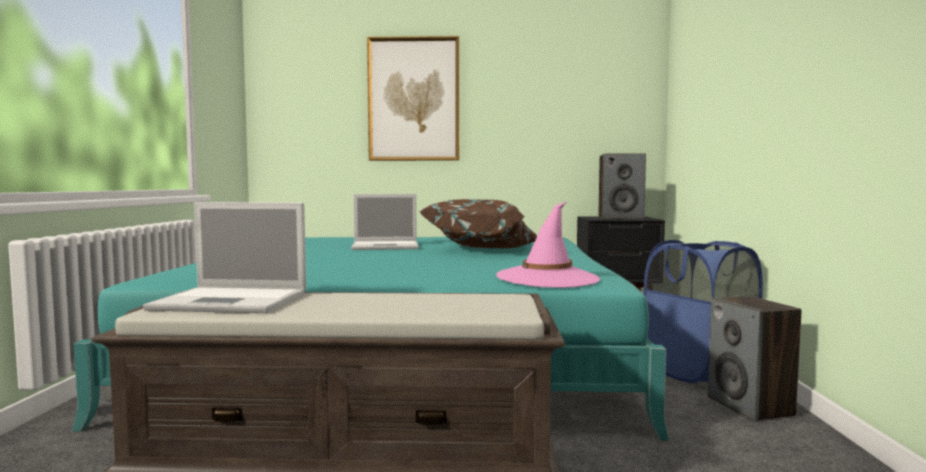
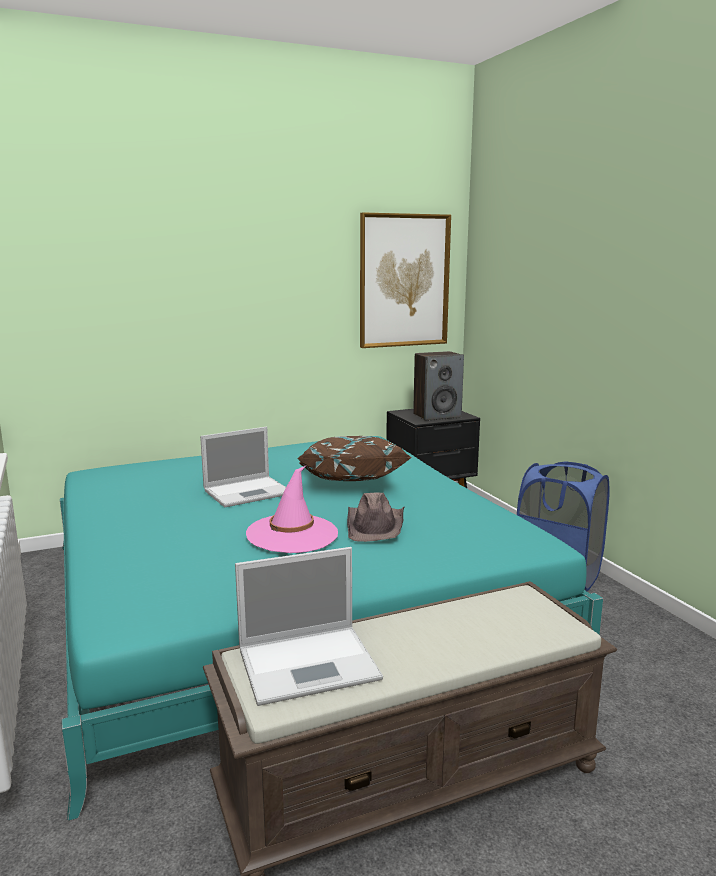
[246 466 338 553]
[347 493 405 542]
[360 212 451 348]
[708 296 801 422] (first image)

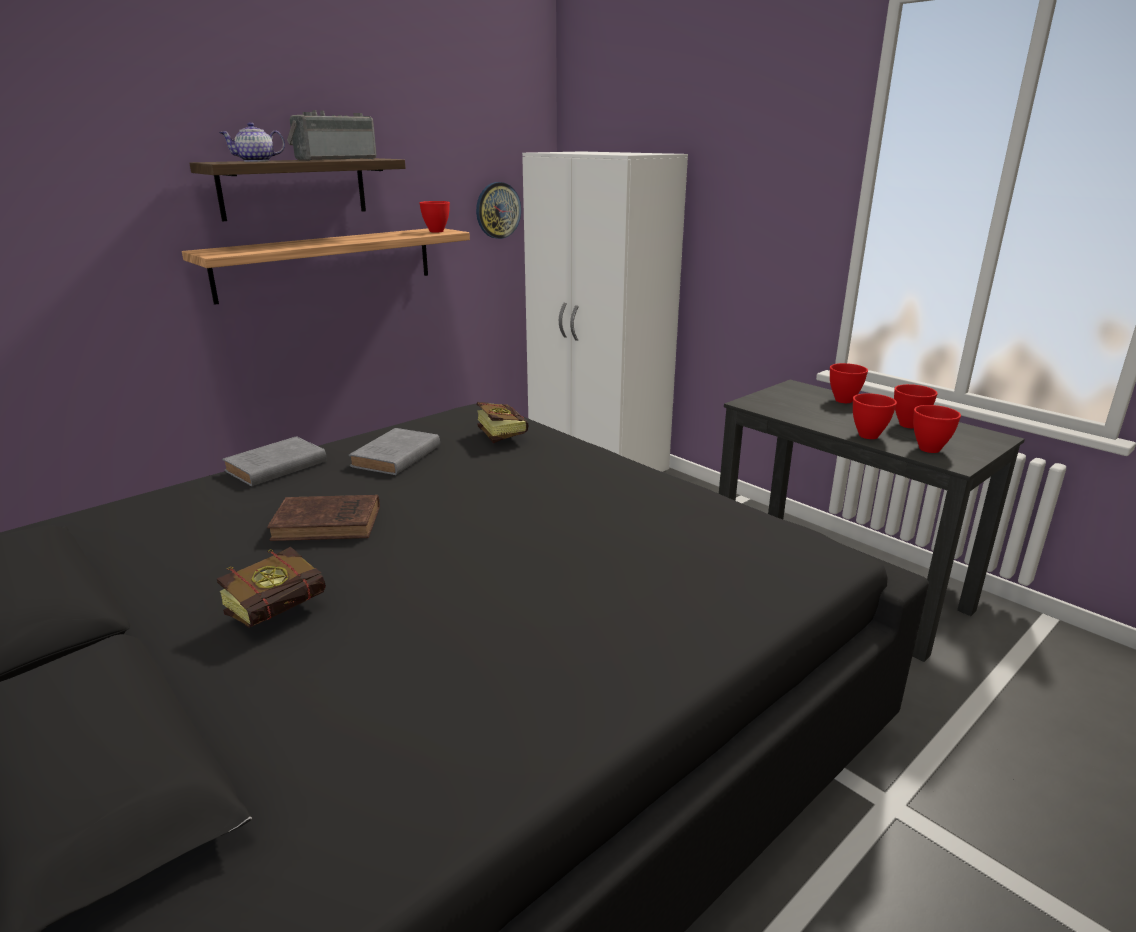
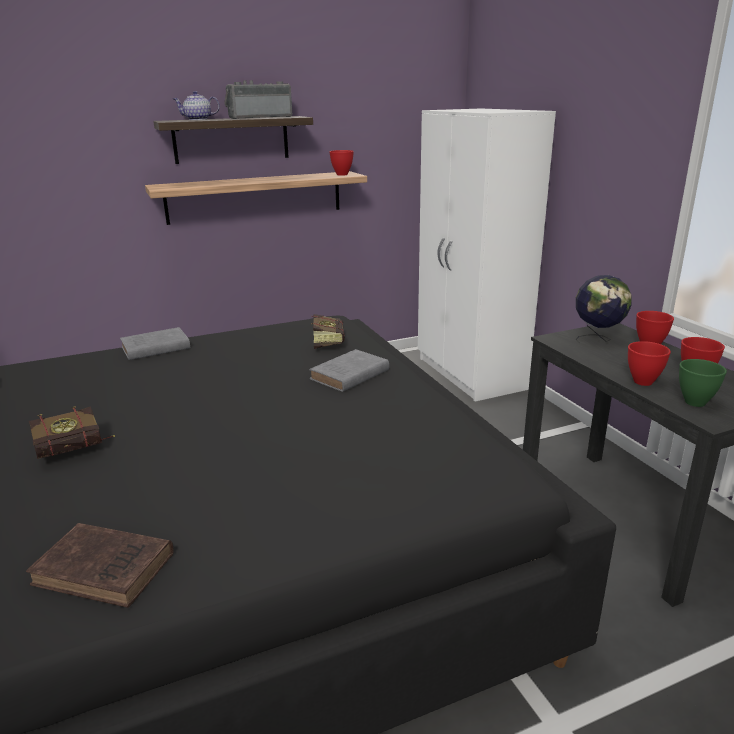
[26 523 174 608]
[309 349 389 392]
[576 275 632 343]
[679 359 727 407]
[476 182 521 239] (first image)

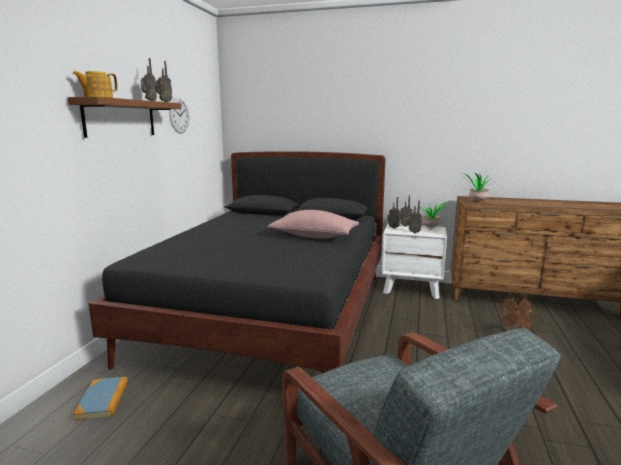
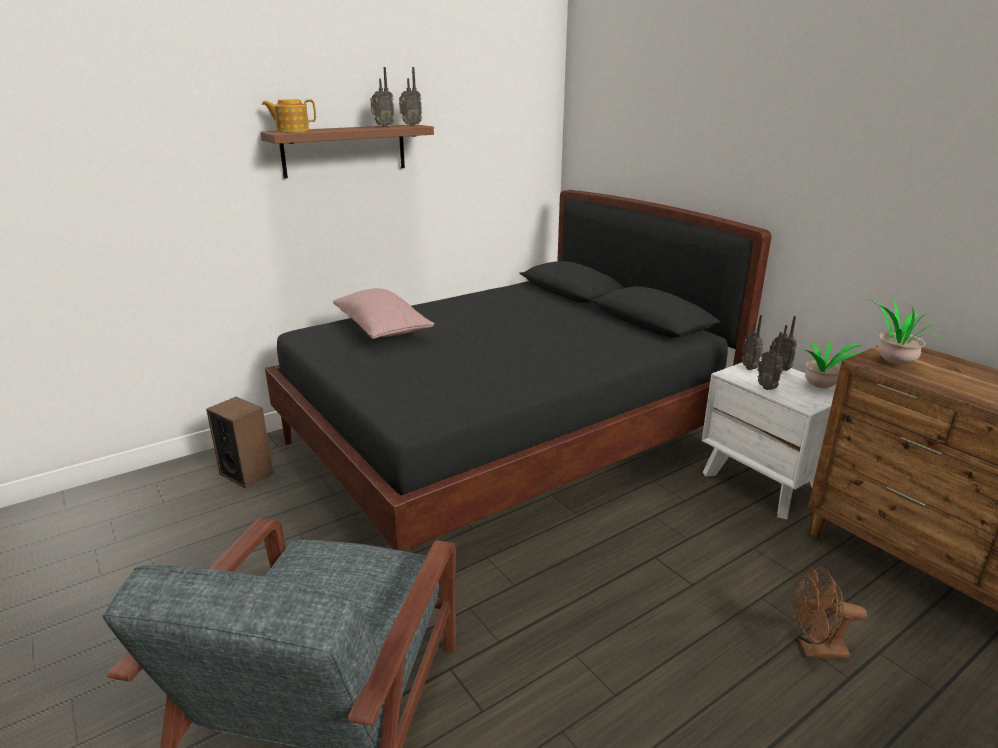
[206 397 273 488]
[333 288 434 339]
[169 98 189 134] (first image)

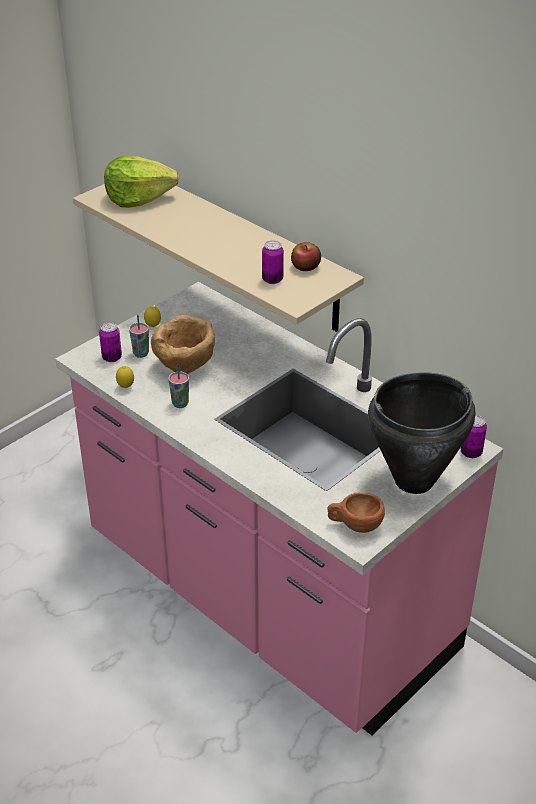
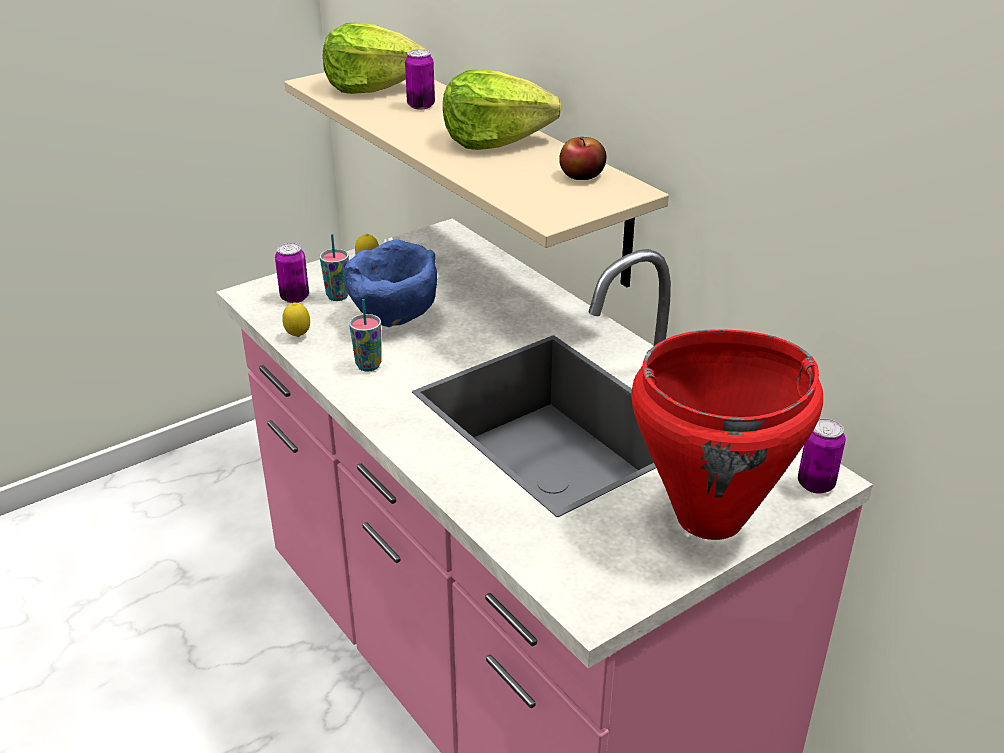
[343 239 437 327]
[405 49 435 110]
[443 69 562 150]
[631 329 823 540]
[327 493 385 533] (first image)

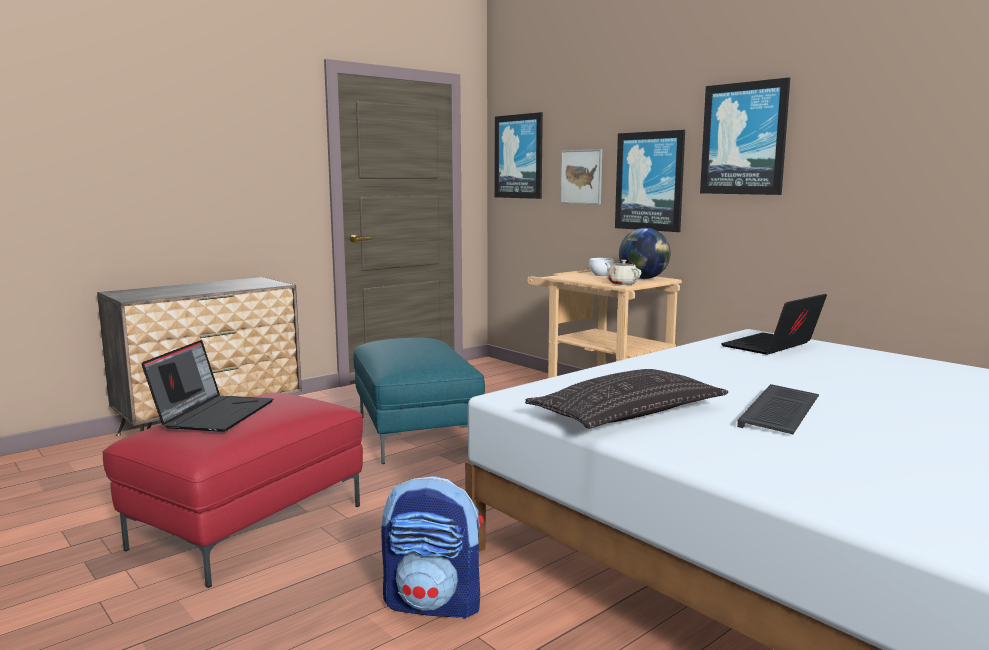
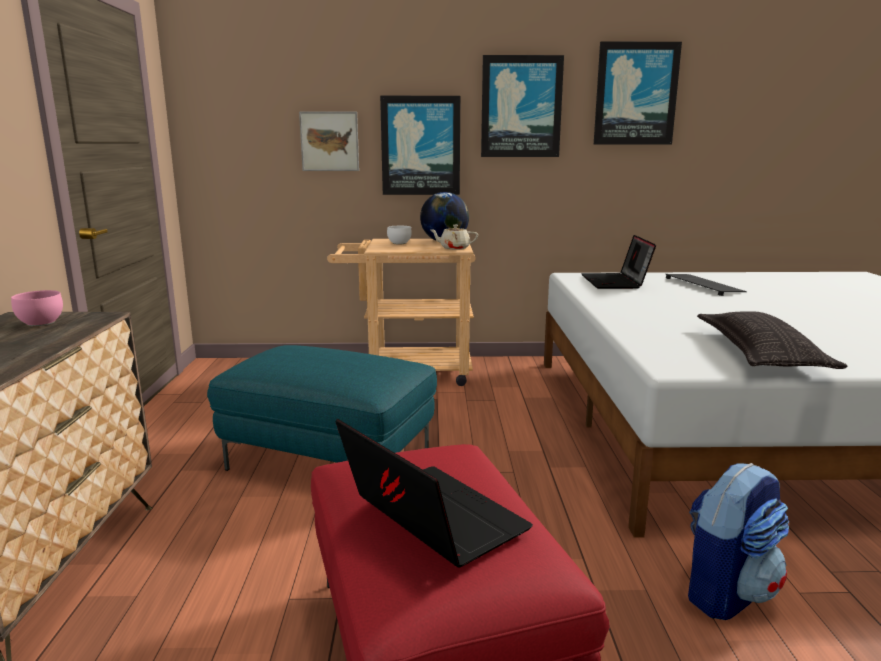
[11 290 63 326]
[594 42 682 144]
[665 274 747 296]

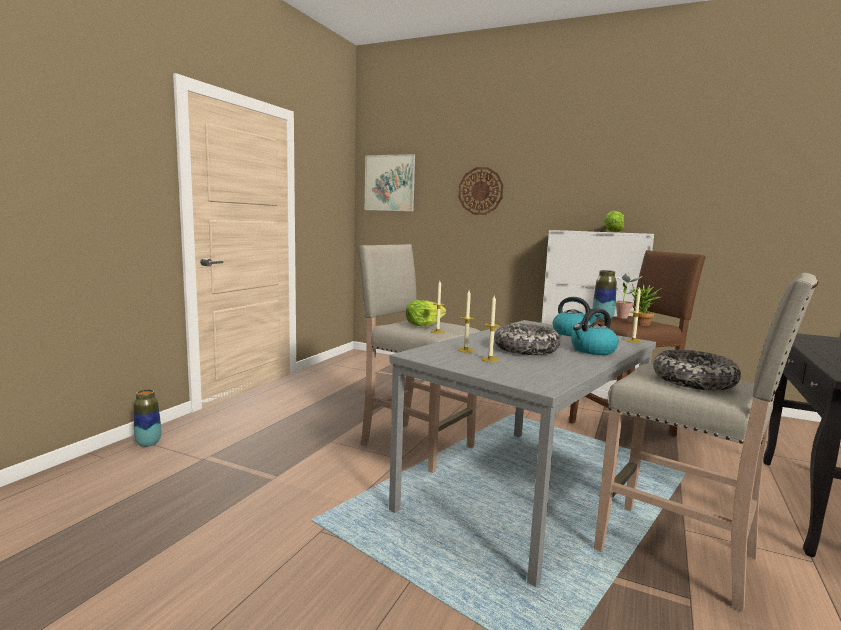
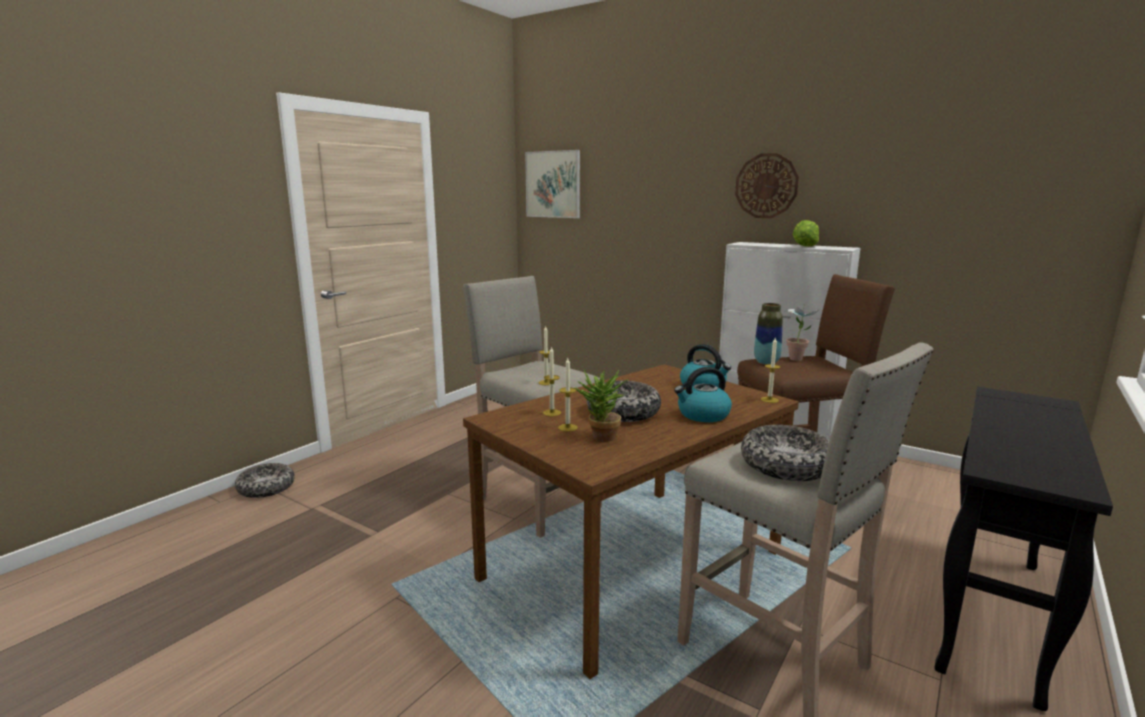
[235 463 295 498]
[463 364 799 679]
[574 370 629 442]
[735 153 799 218]
[406 300 446 326] (first image)

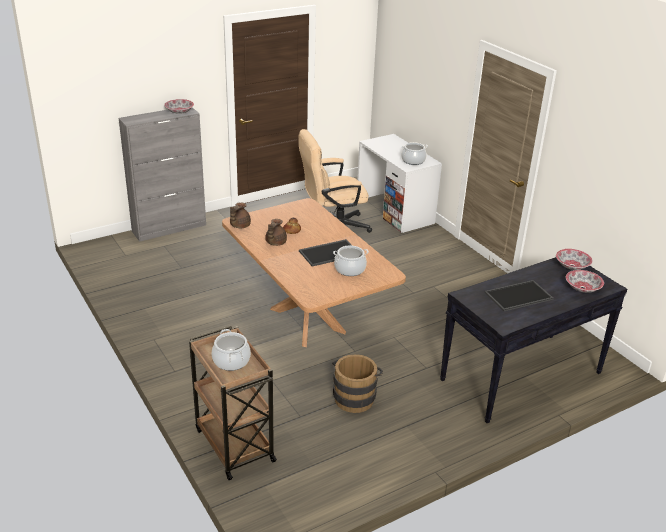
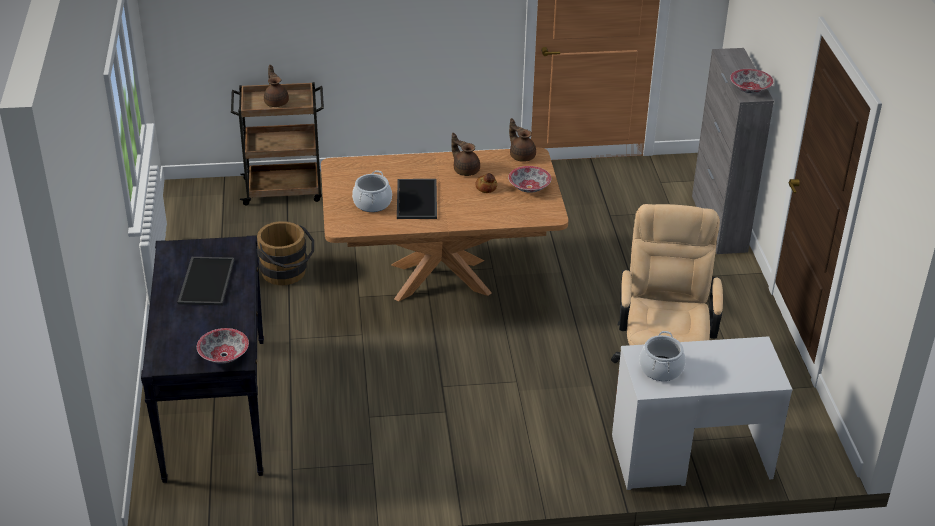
[264 65 289 107]
[508 166 551 193]

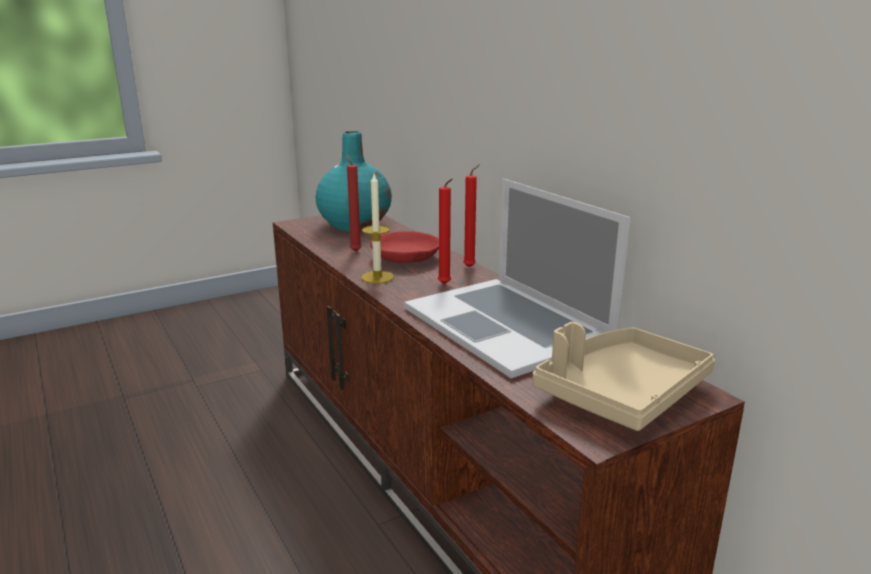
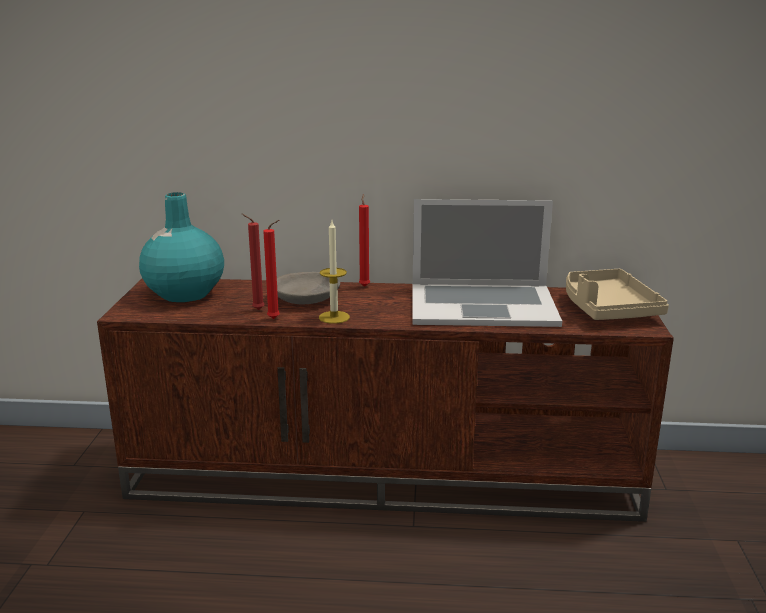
[263 220 280 319]
[277 272 340 304]

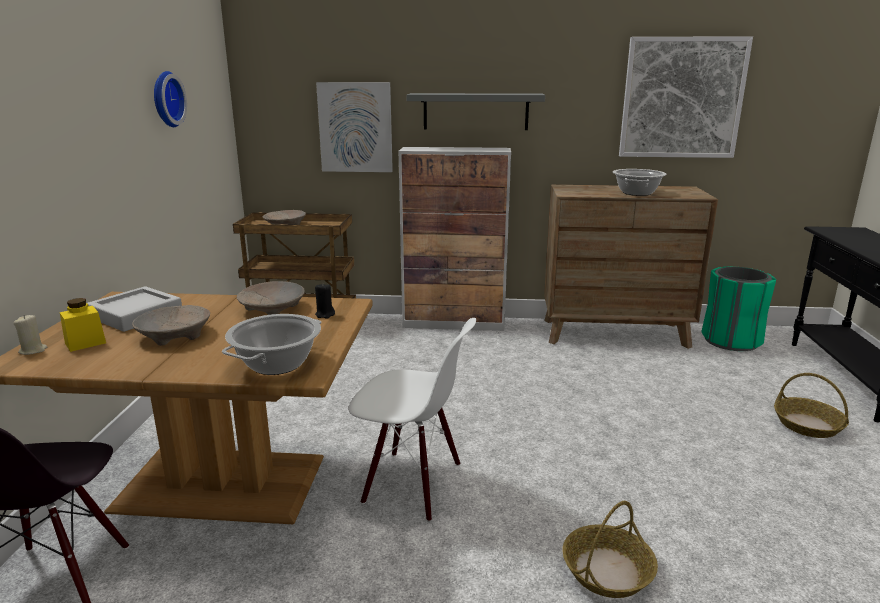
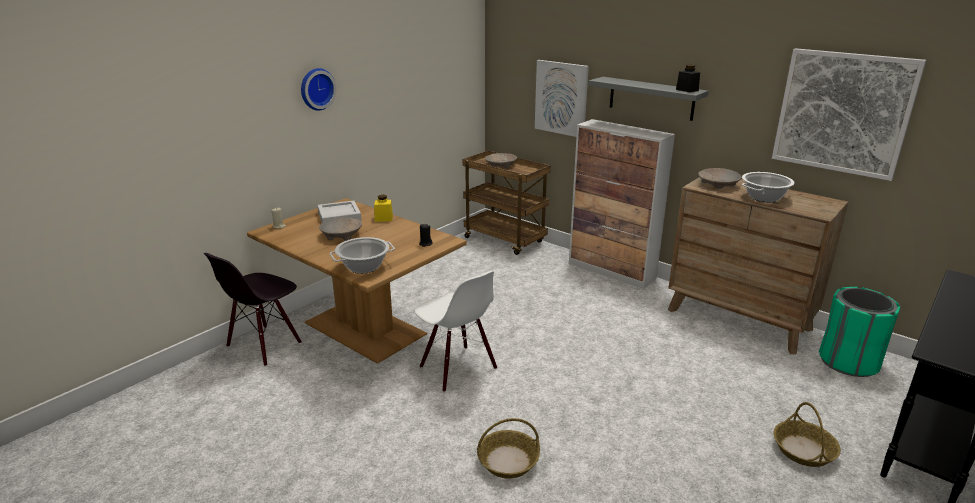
[301 68 336 111]
[374 195 393 222]
[676 65 700 92]
[698 168 741 189]

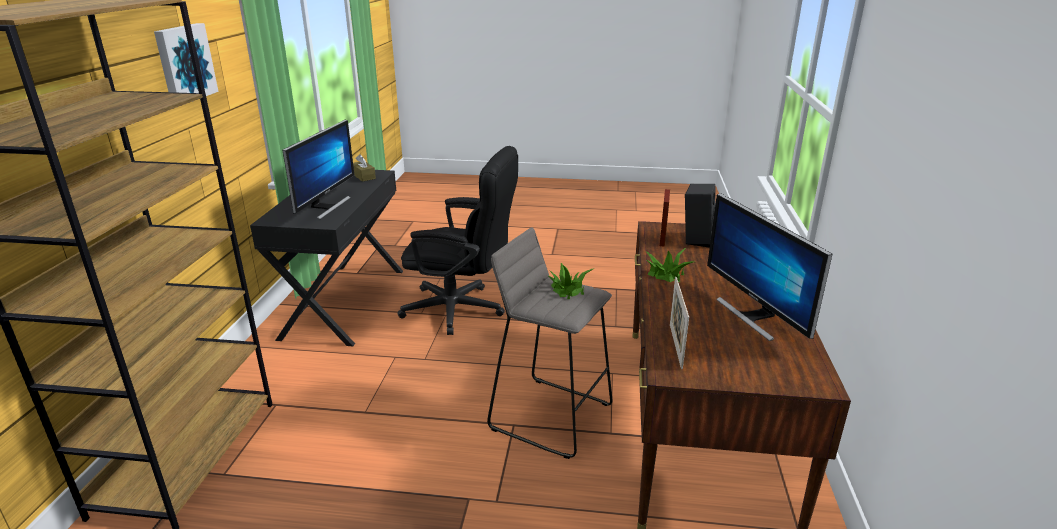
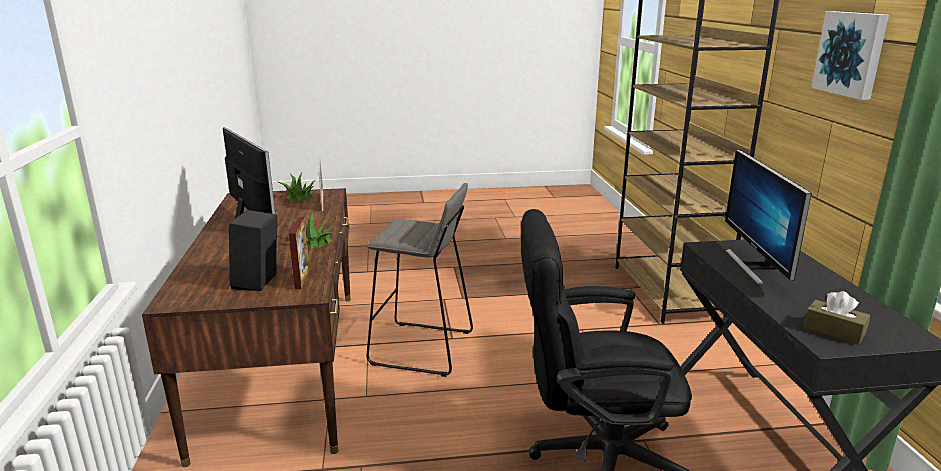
[276 173 315 202]

